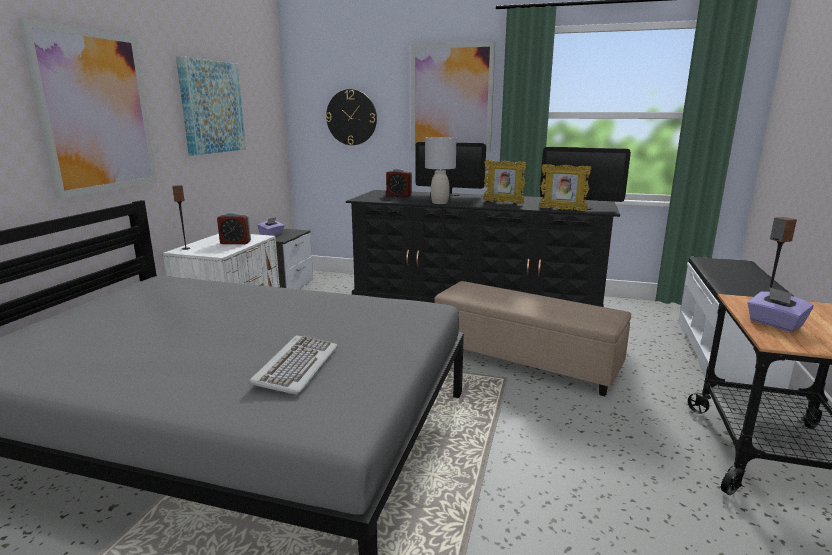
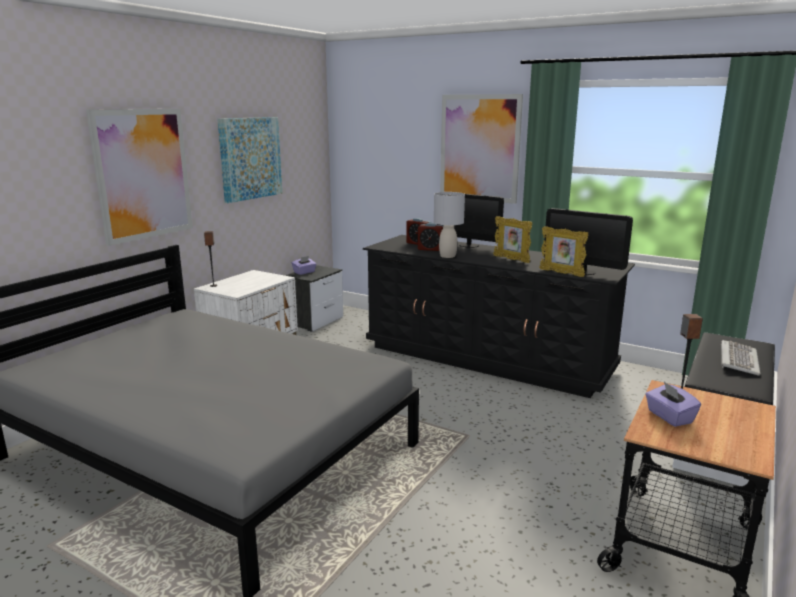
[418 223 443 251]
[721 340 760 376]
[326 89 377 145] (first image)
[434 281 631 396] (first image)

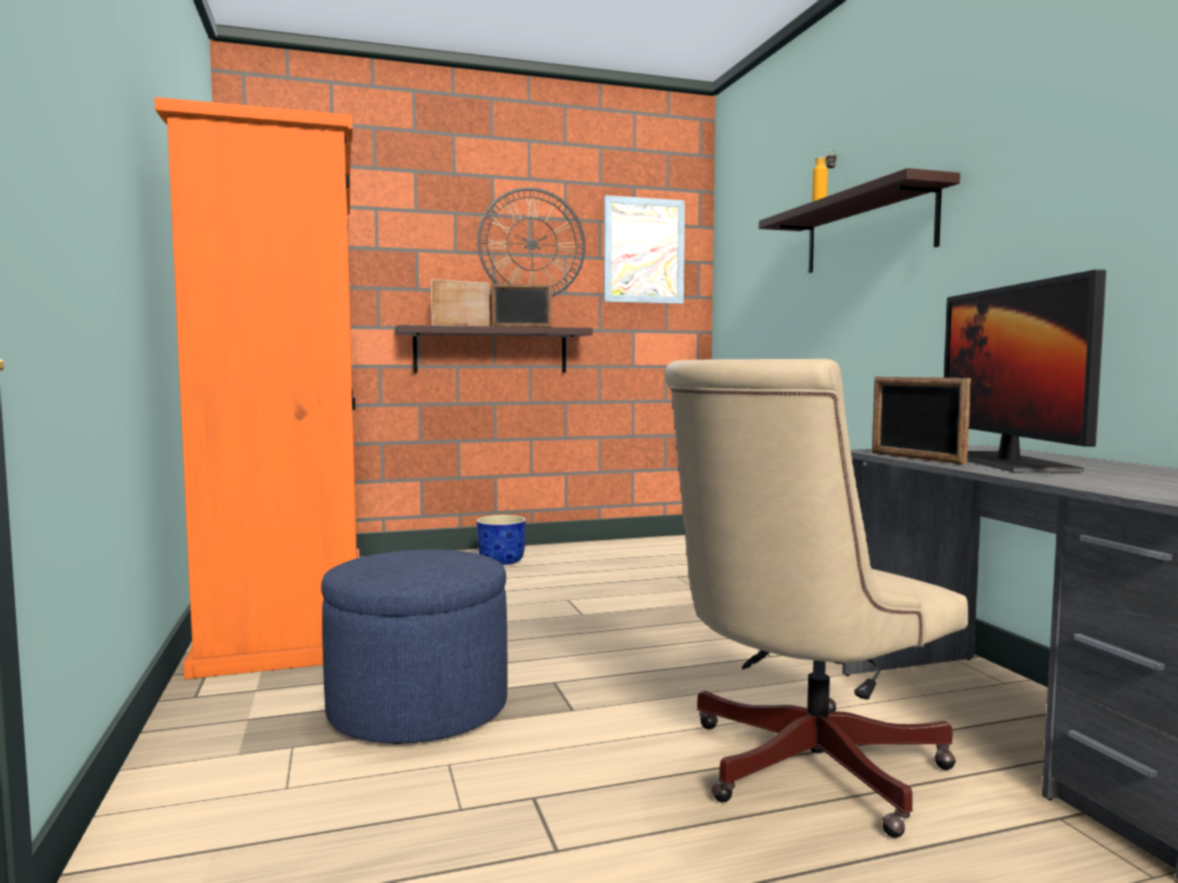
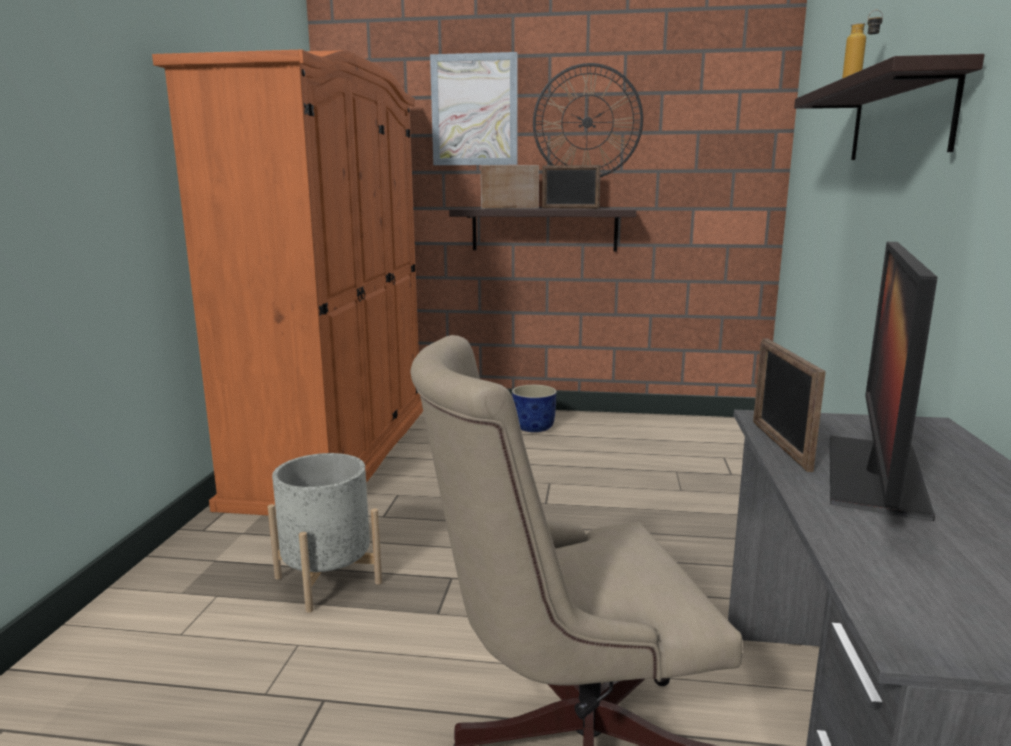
[267 453 382 613]
[430 52 518 165]

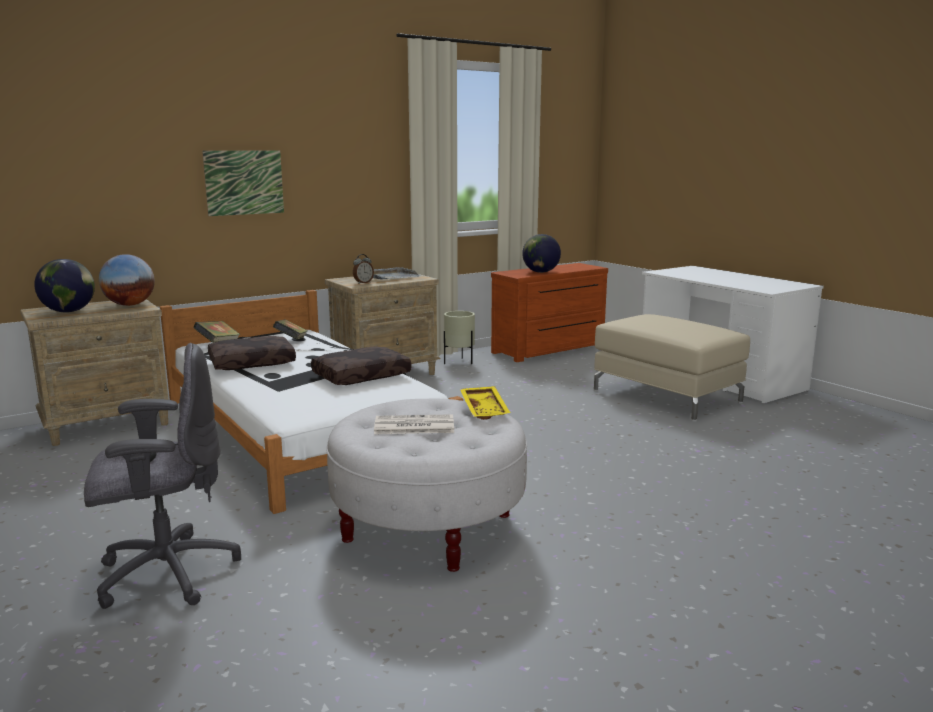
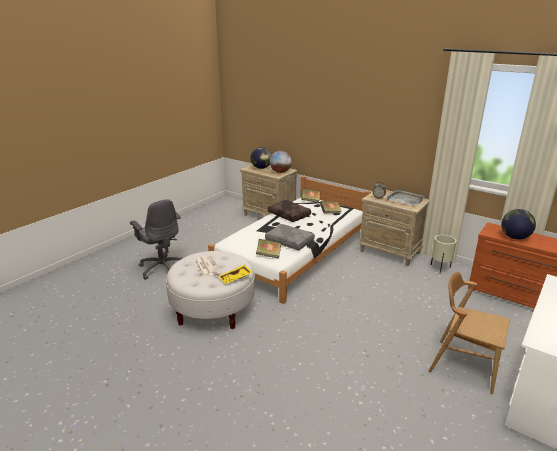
[256 239 281 259]
[265 224 315 250]
[429 272 510 395]
[202 150 284 216] (first image)

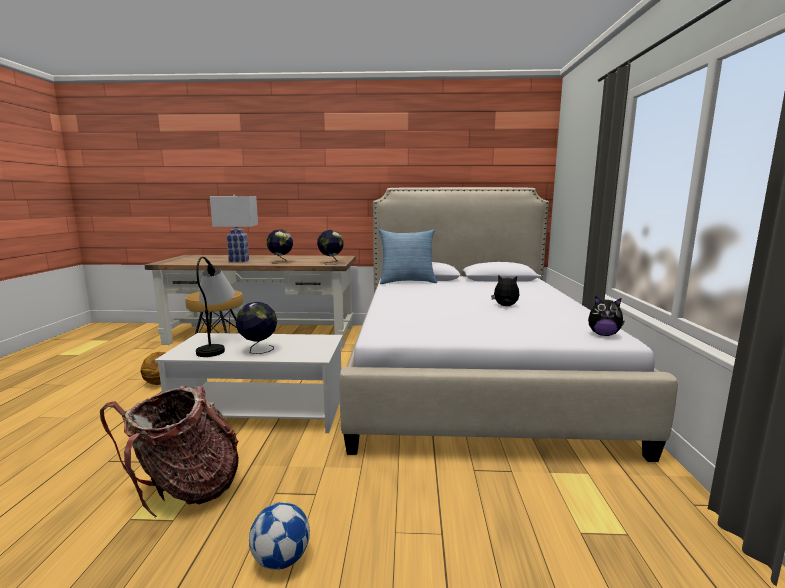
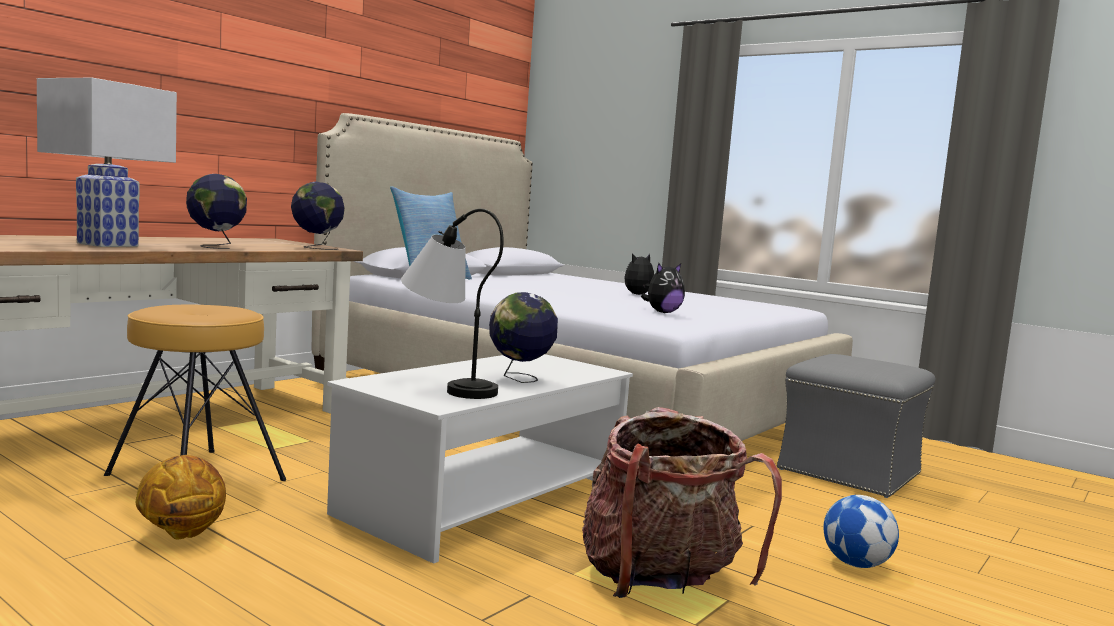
[641 263 685 313]
[777 354 935 498]

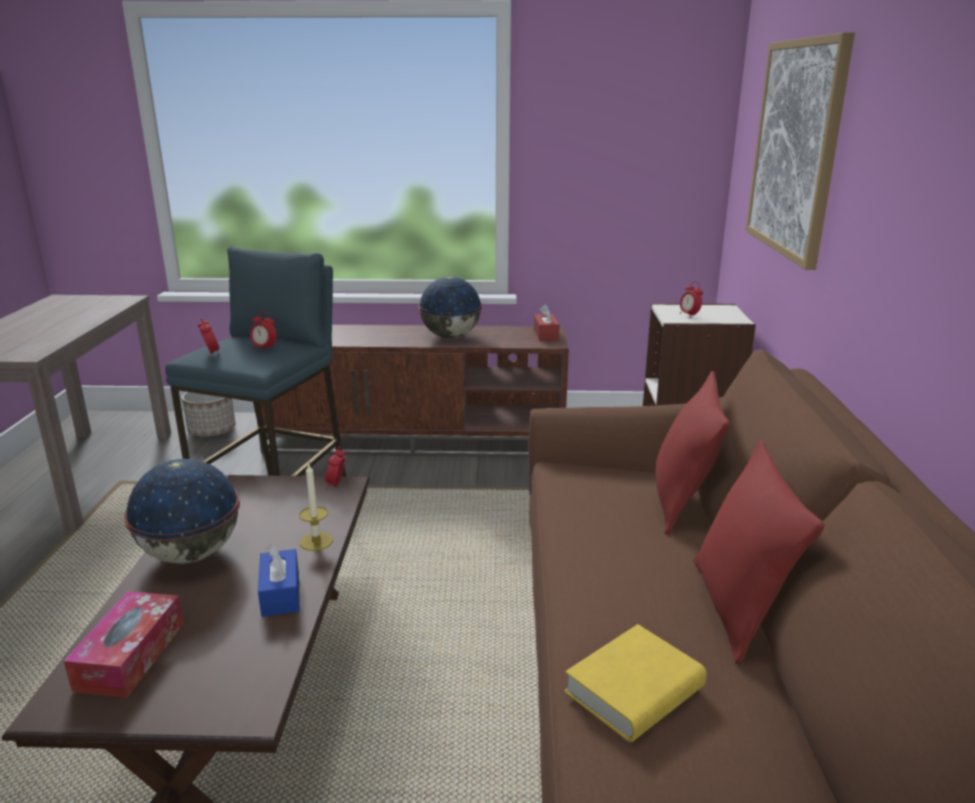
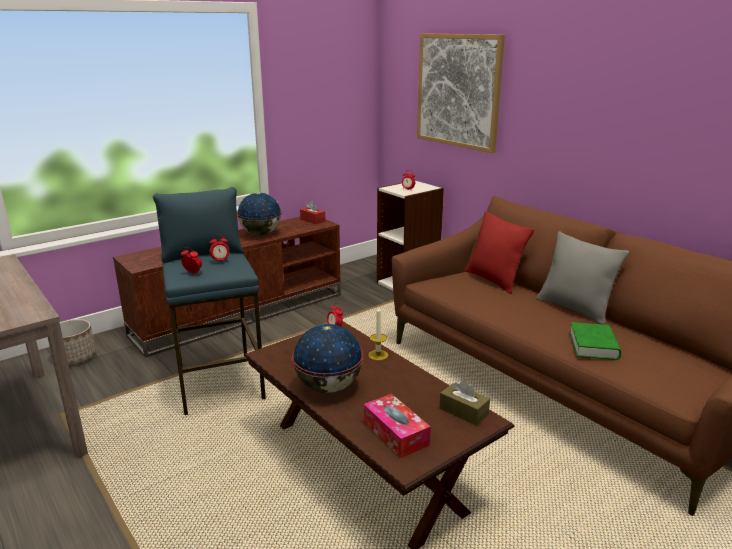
[439 380 490 426]
[536 231 629 325]
[569 322 621 360]
[258 544 300 617] (first image)

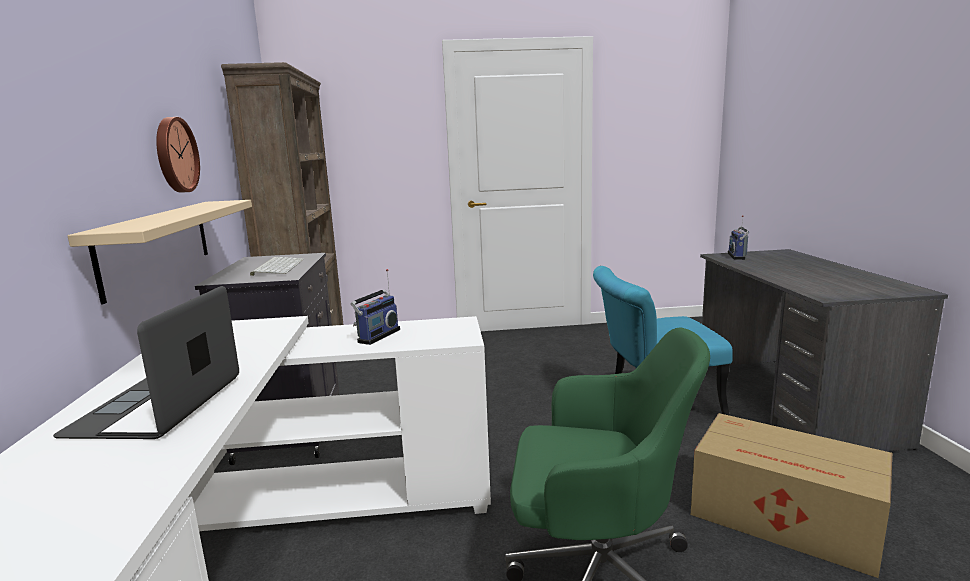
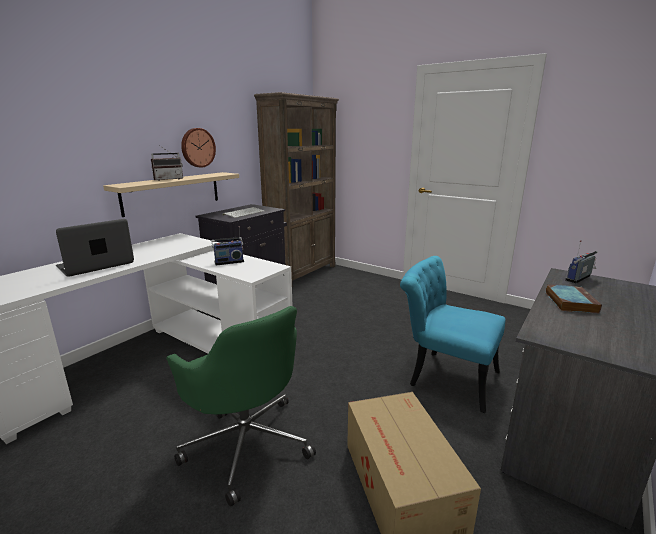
[151 146 183 181]
[546 284 602 314]

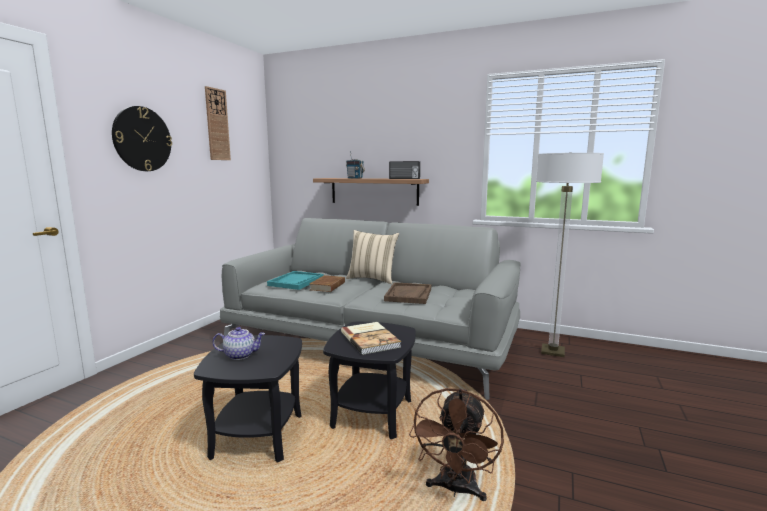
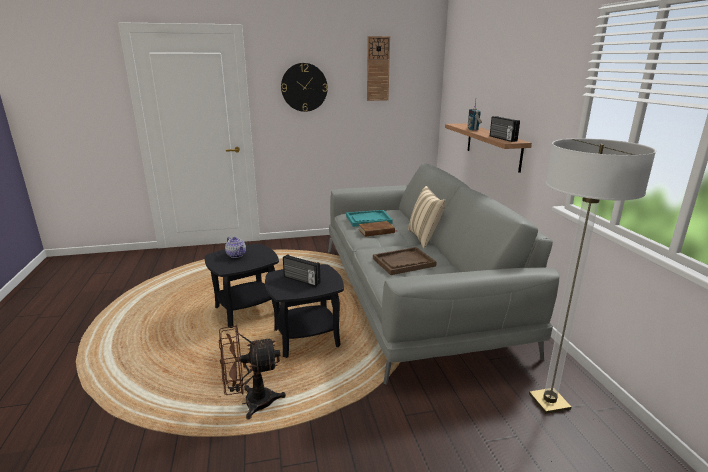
[283 254 321 286]

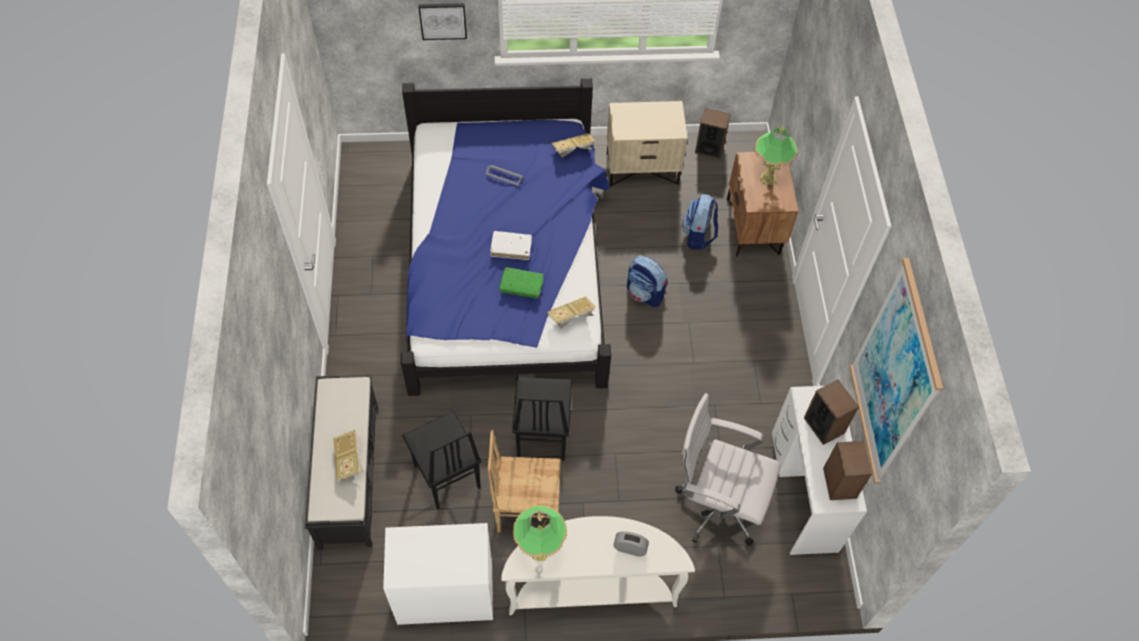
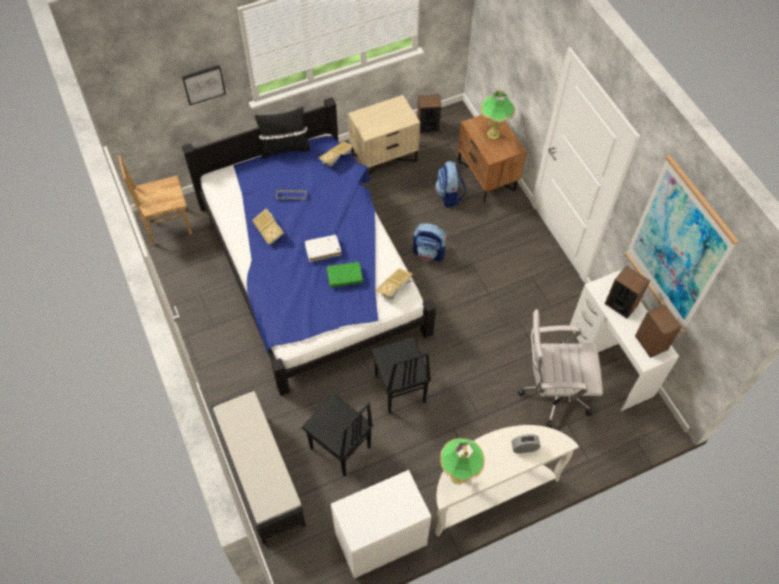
[118 155 192 245]
[252 208 284 244]
[255 107 310 159]

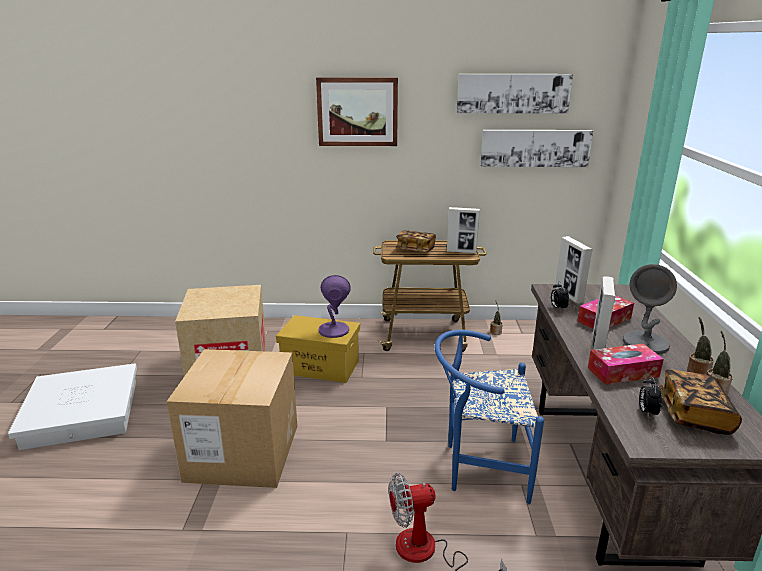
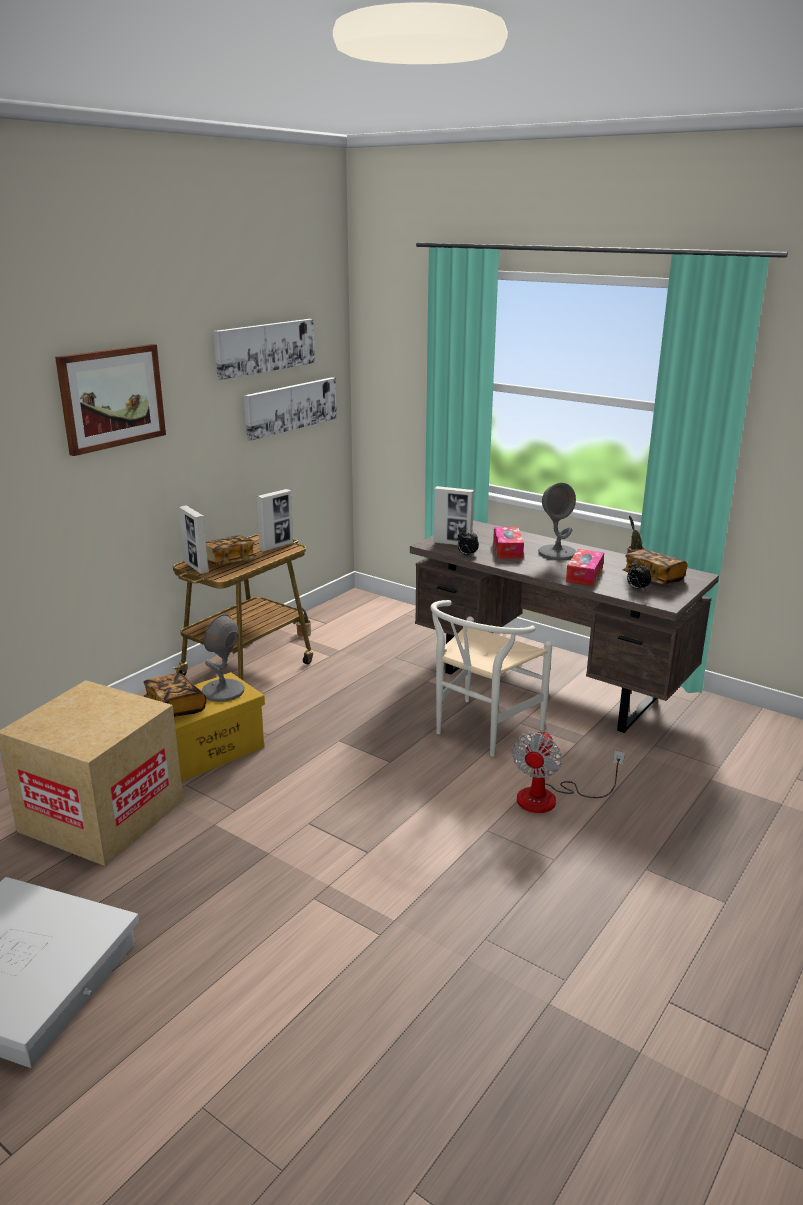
[144 673 206 717]
[179 506 209 574]
[202 614 244 702]
[430 600 552 757]
[167 349 297 488] (first image)
[687 317 714 375] (first image)

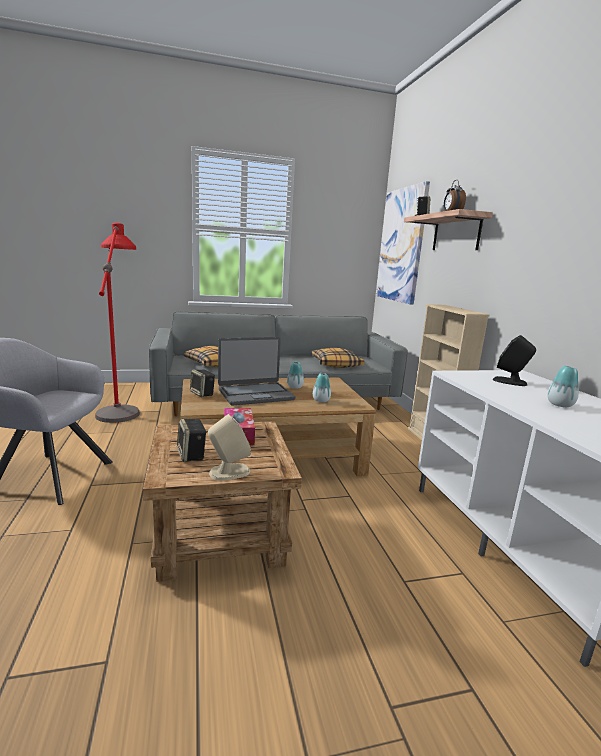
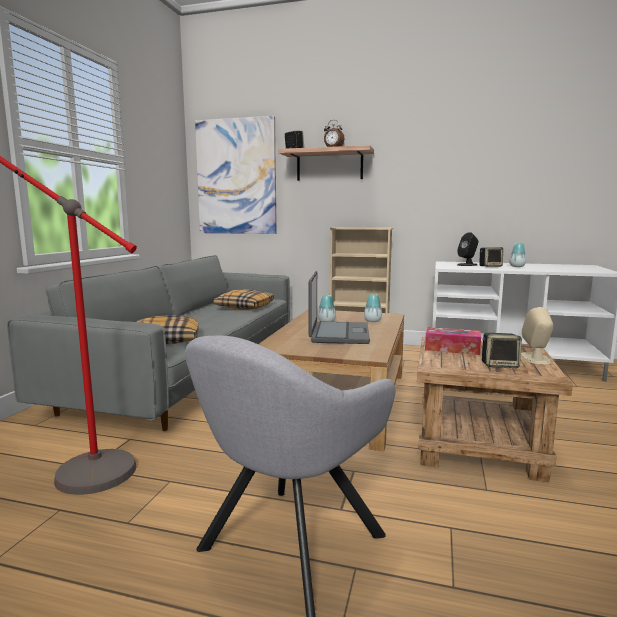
[479 247 503 267]

